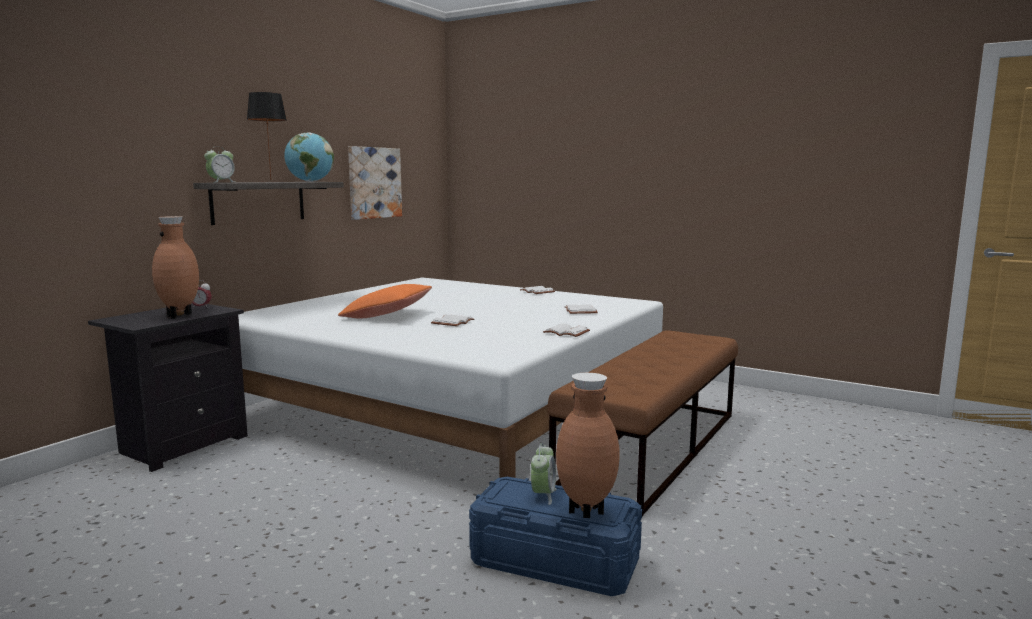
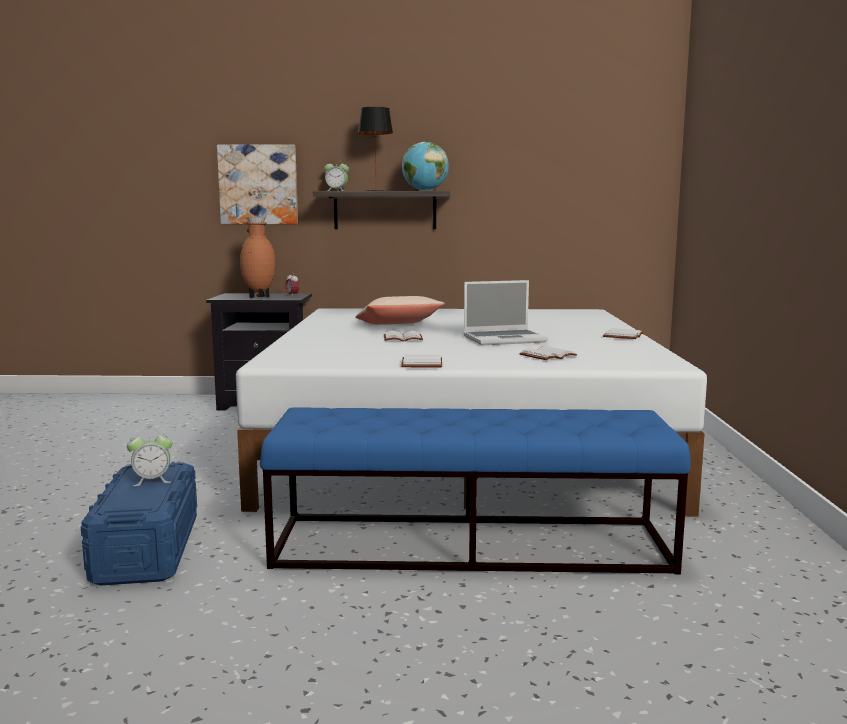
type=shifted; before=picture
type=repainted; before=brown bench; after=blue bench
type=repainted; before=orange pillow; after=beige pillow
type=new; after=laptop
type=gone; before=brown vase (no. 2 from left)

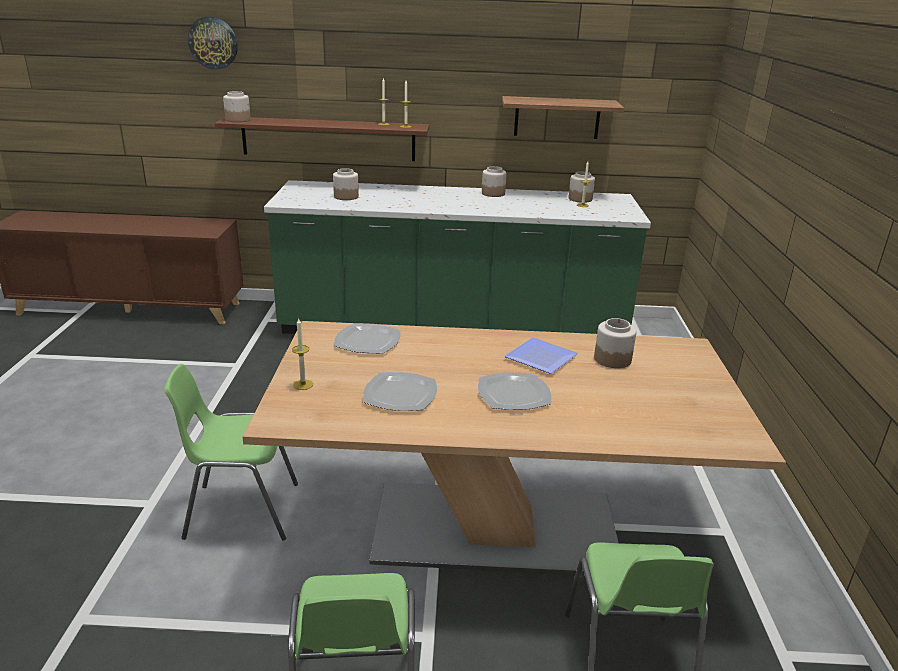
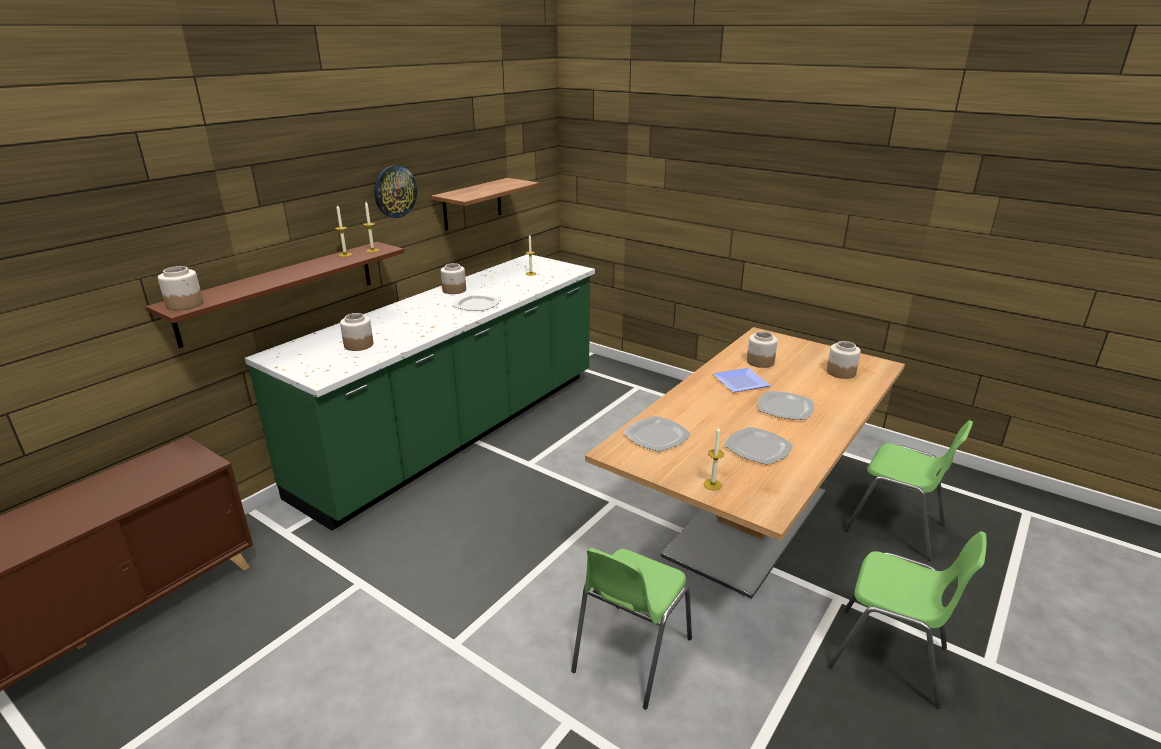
type=shifted; before=wall clock
type=new; after=plate (no. 1 from left)
type=shifted; before=jar (no. 4 from left in the first image); after=jar (no. 5 from left)

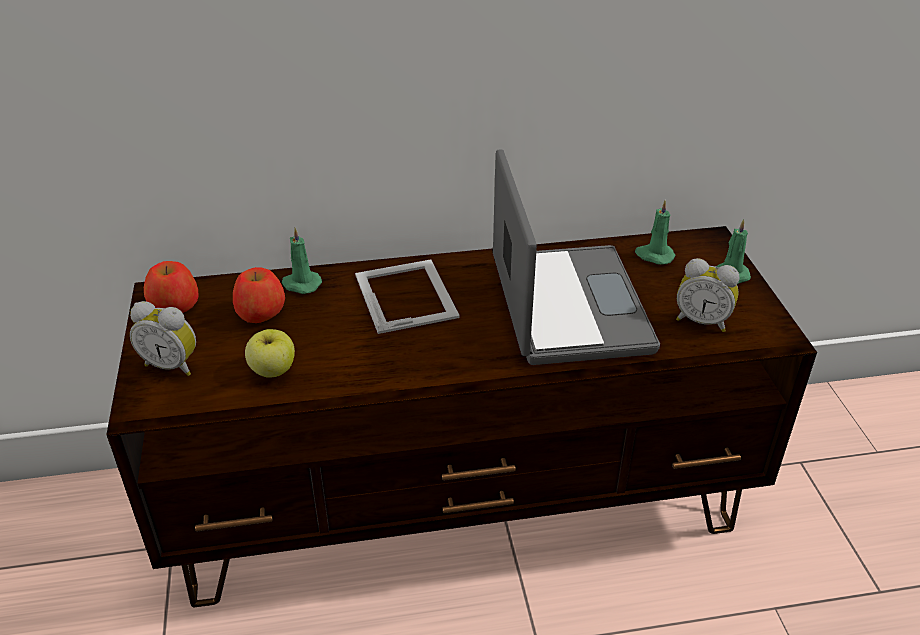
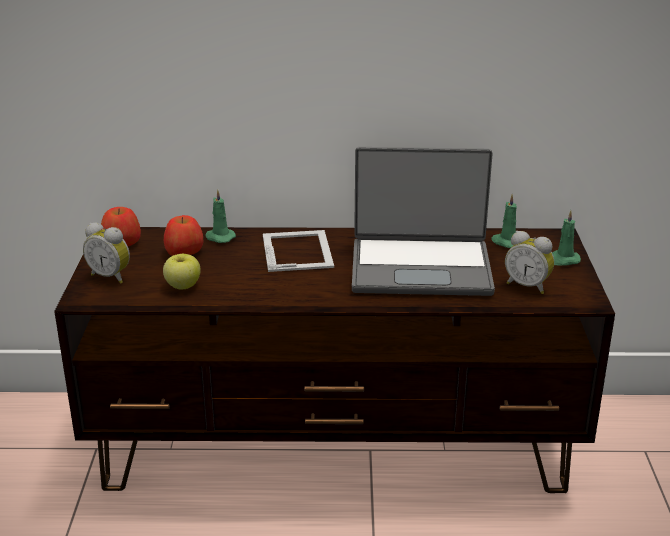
type=rotated; before=laptop; turn=90

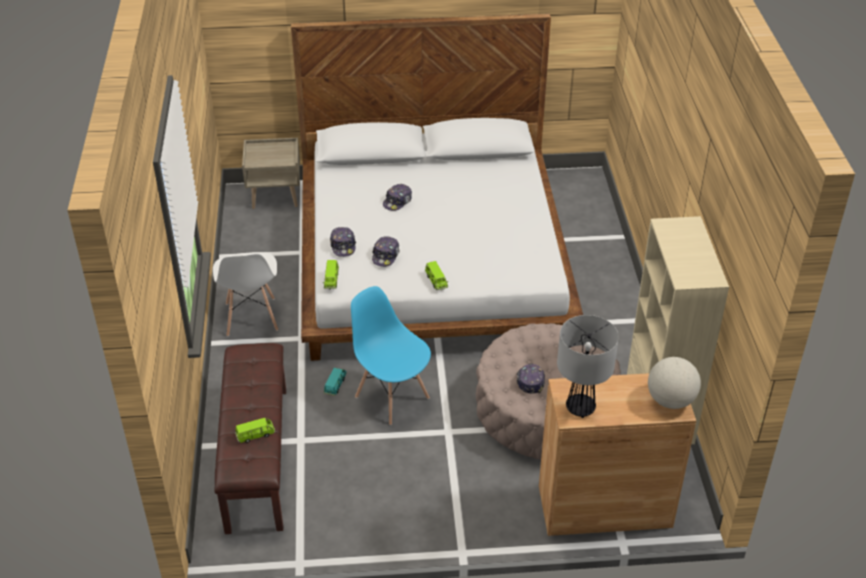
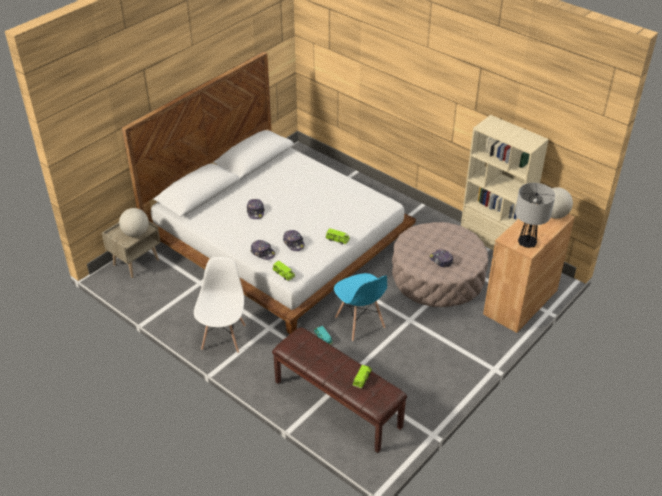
type=new; after=globe (no. 1 from left)
type=rotated; before=white chair; turn=-120
type=rotated; before=blue chair; turn=-120

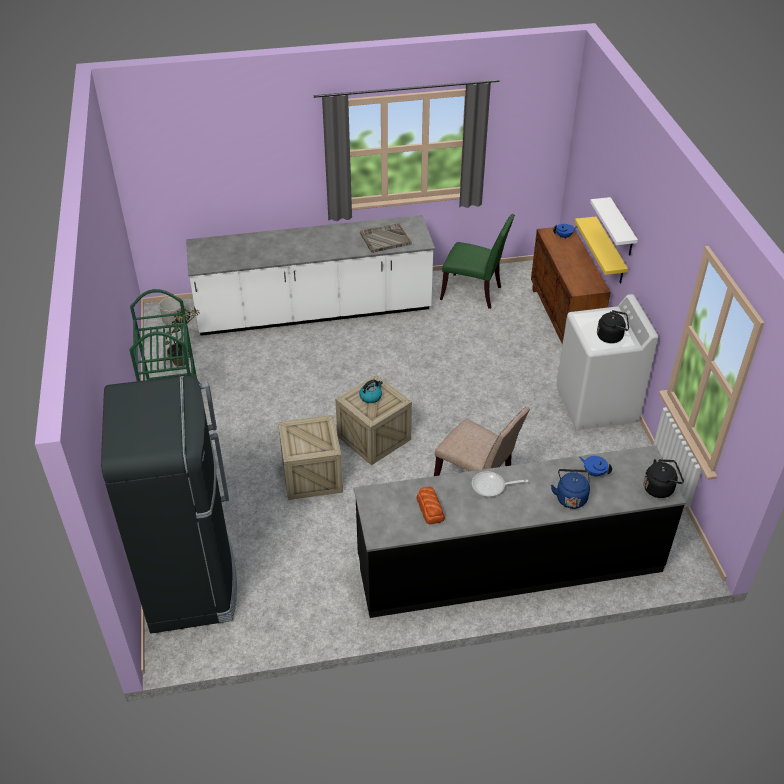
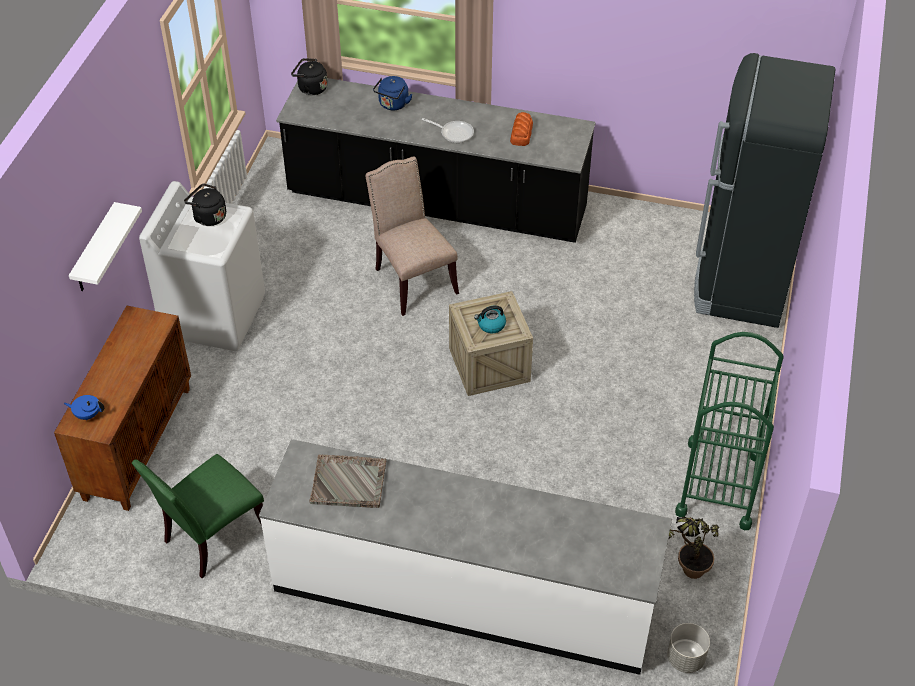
type=rotated; before=green chair; turn=-90
type=gone; before=crate (no. 1 from left)
type=gone; before=yellow shelf
type=gone; before=blue teapot (no. 2 from left)

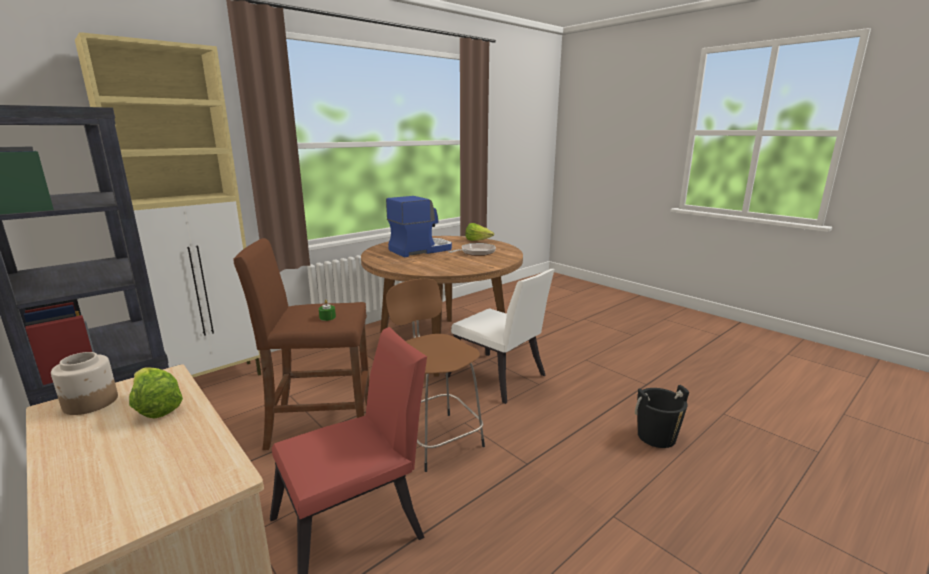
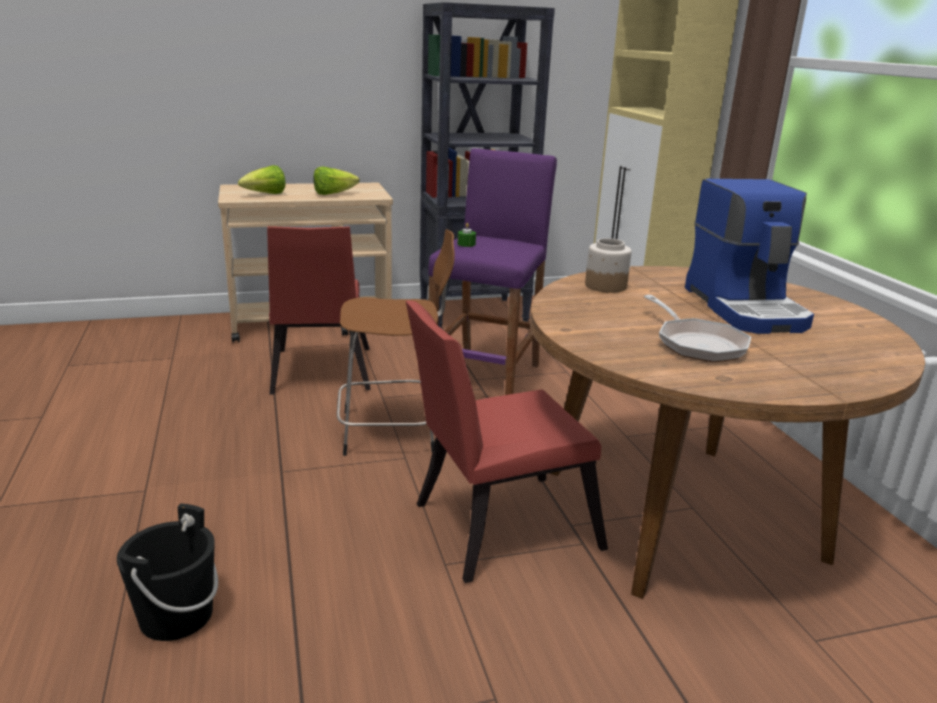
type=shifted; before=lettuce (no. 2 from left in the first image); after=lettuce (no. 1 from left)
type=repainted; before=white chair; after=red chair (no. 2 from left)
type=repainted; before=brown stool (no. 1 from left); after=purple stool
type=shifted; before=jar

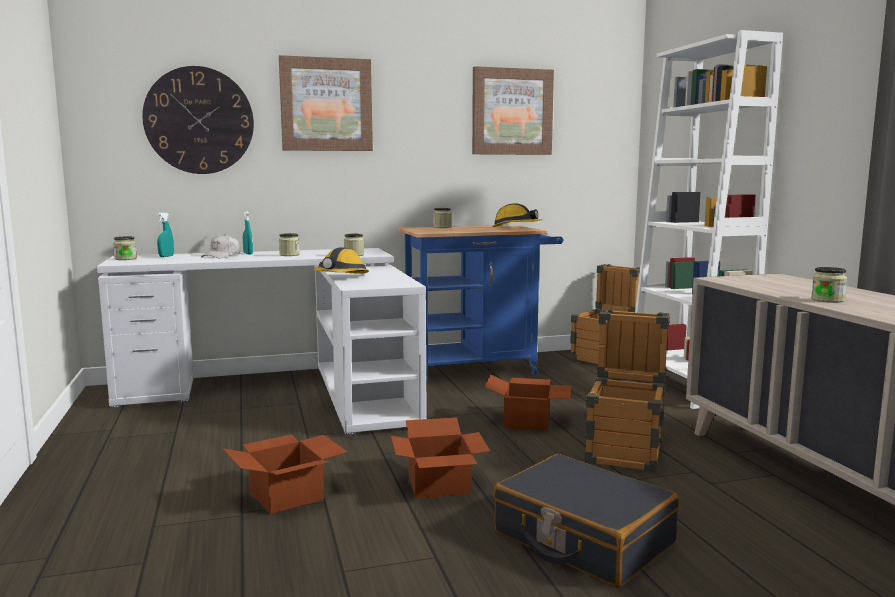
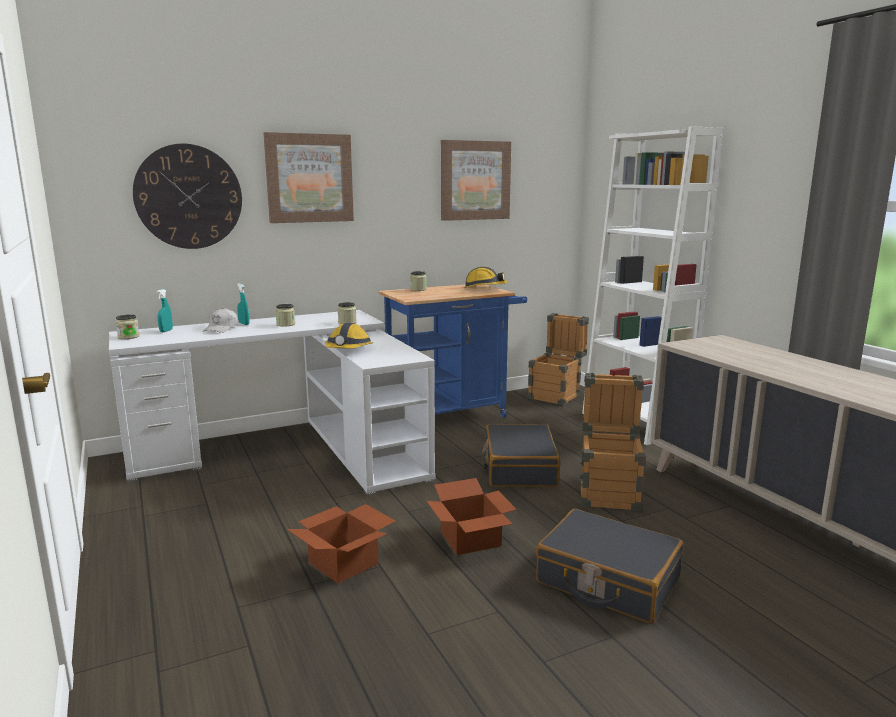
type=swapped; before=cardboard box (no. 3 from left); after=black suitcase (no. 1 from left)
type=gone; before=jar (no. 5 from left)

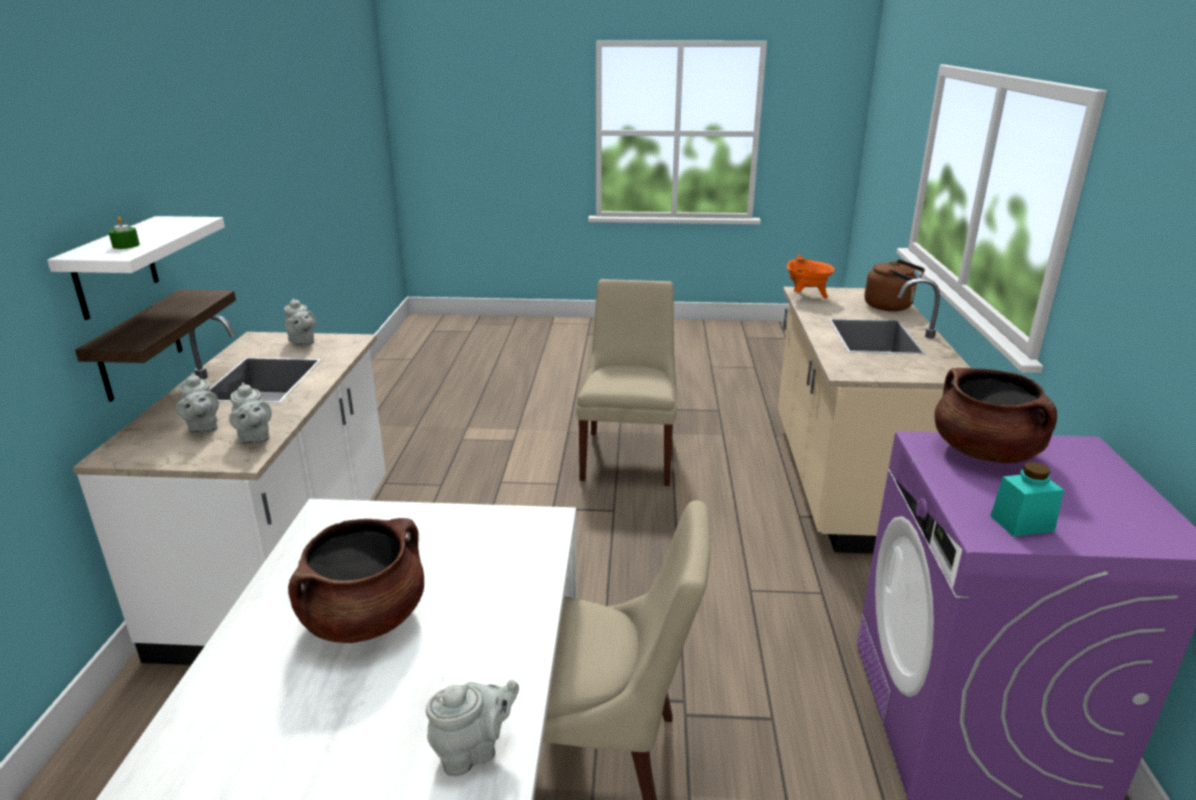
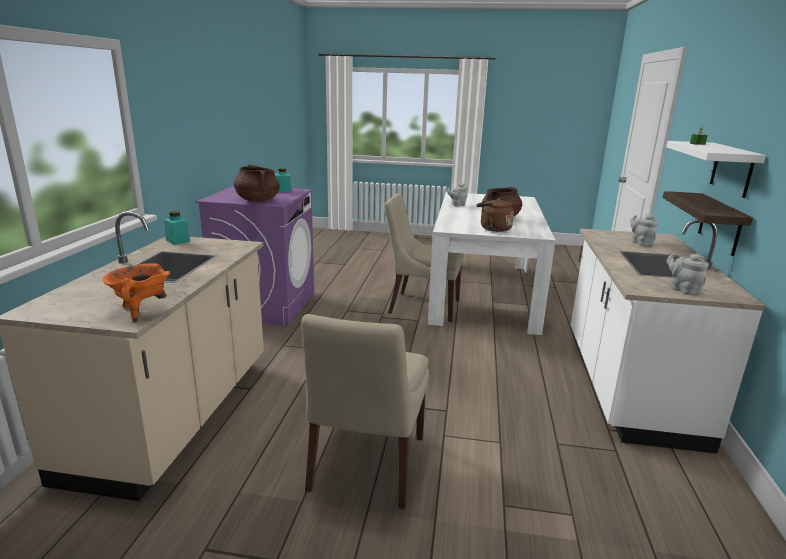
type=new; after=turquoise jar (no. 1 from left)
type=shifted; before=brown kettle
type=gone; before=grey teapot (no. 2 from left)

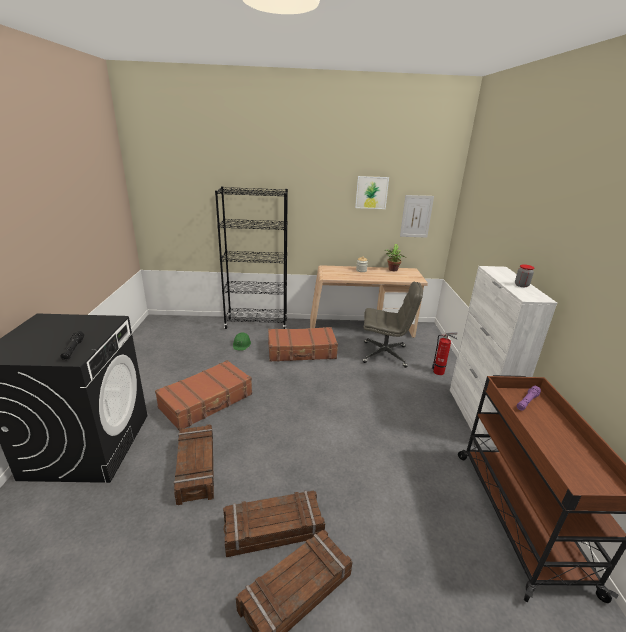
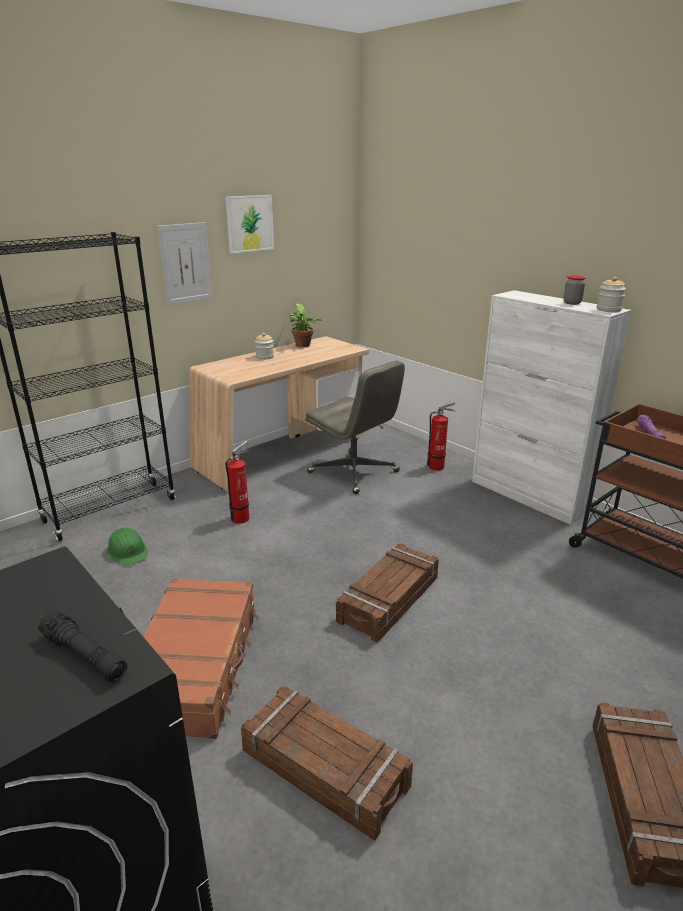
type=shifted; before=picture (no. 2 from left in the first image); after=picture (no. 1 from left)
type=swapped; before=brown suitcase (no. 2 from left); after=fire extinguisher (no. 1 from left)
type=rotated; before=grey office chair; turn=75
type=shifted; before=crate (no. 2 from left)
type=new; after=jar (no. 3 from left)

